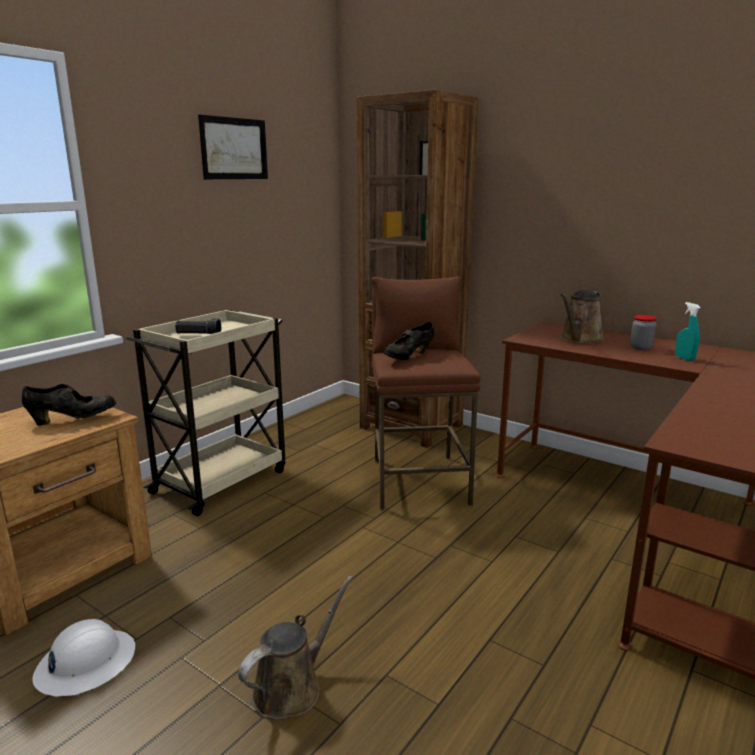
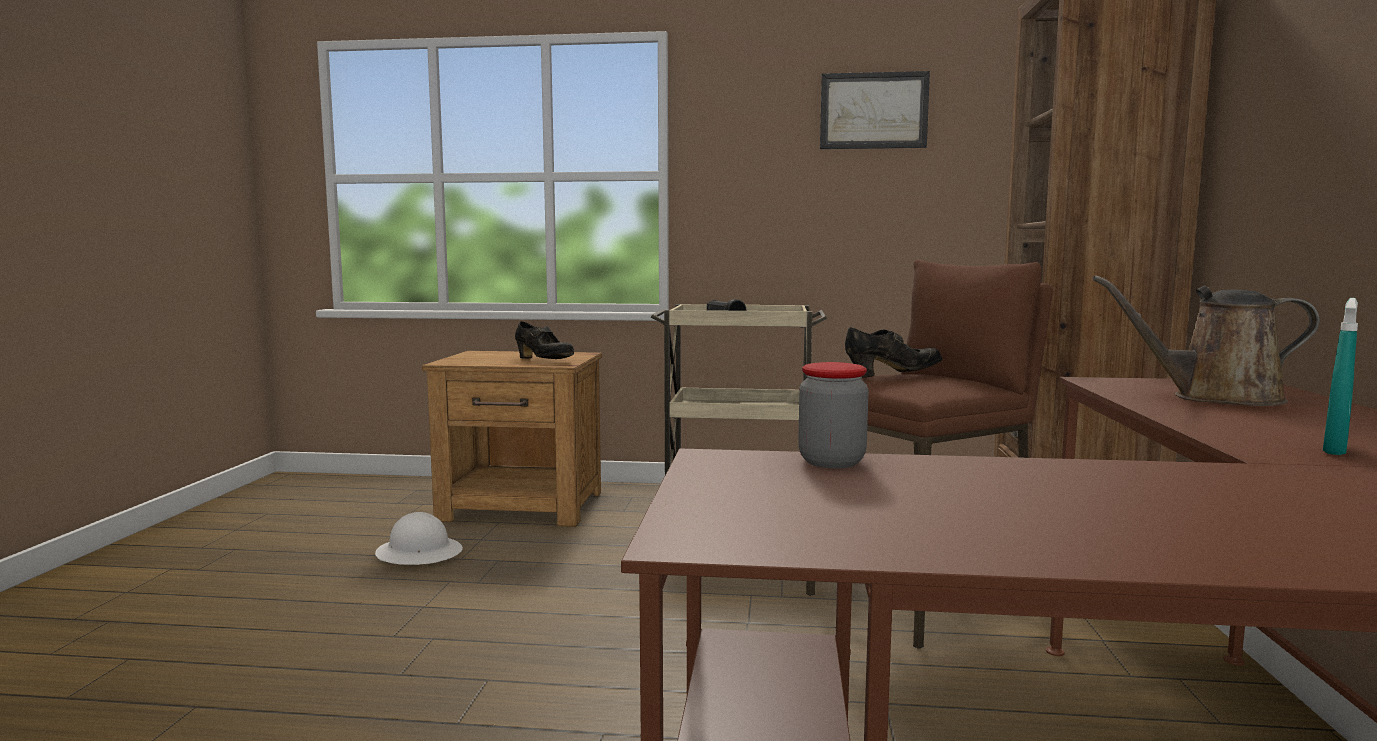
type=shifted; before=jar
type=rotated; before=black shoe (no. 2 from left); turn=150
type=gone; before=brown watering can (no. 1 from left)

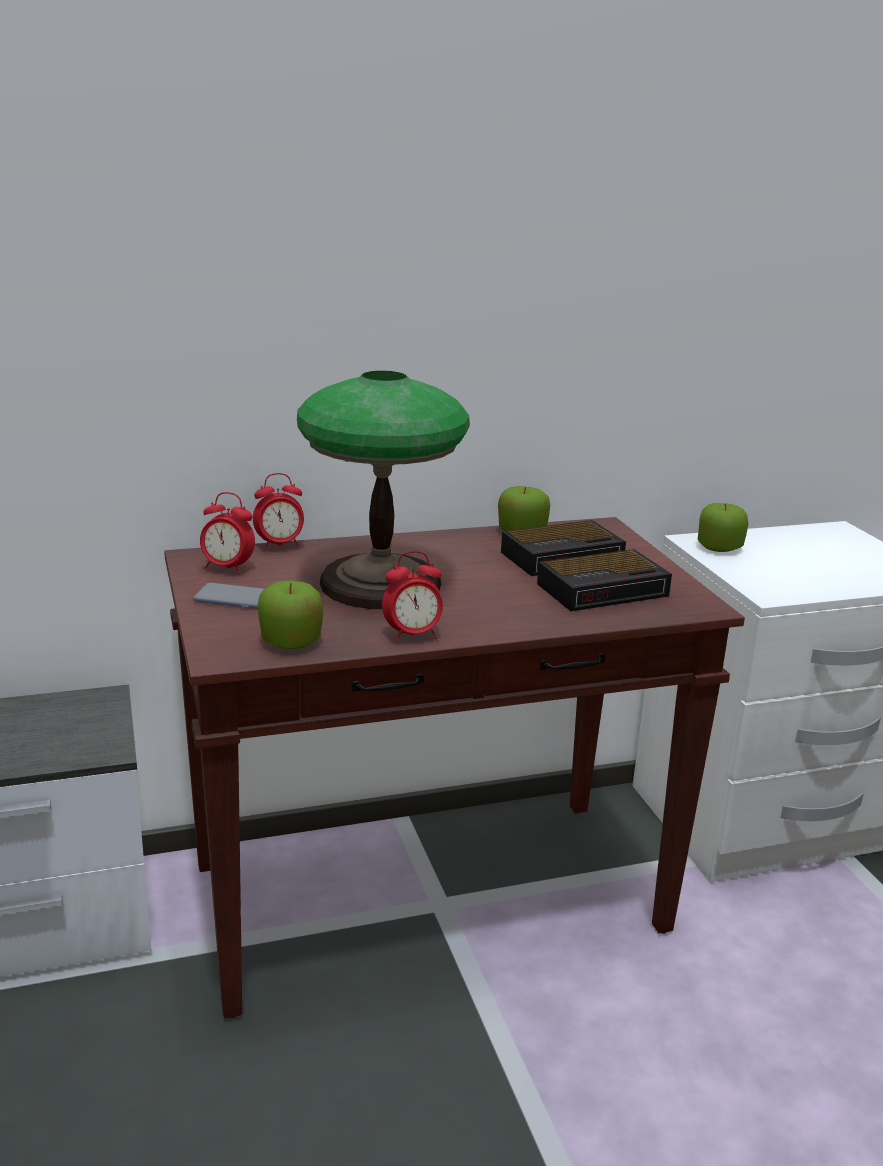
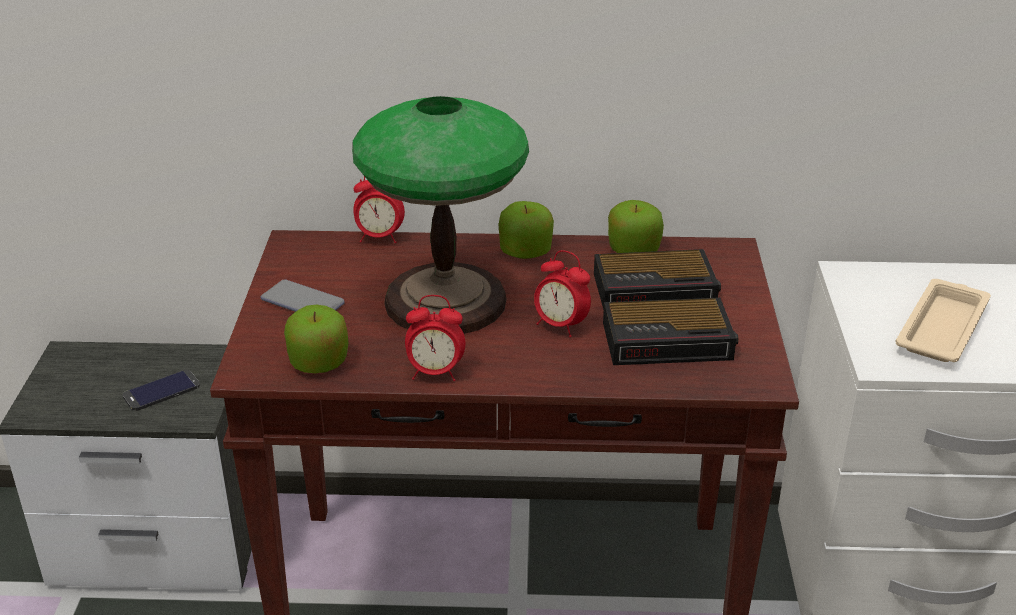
type=new; after=phone (no. 1 from left)
type=shifted; before=apple (no. 3 from left in the first image); after=apple (no. 2 from left)
type=shifted; before=alarm clock (no. 1 from left in the first image); after=alarm clock (no. 3 from left)
type=new; after=beige tray

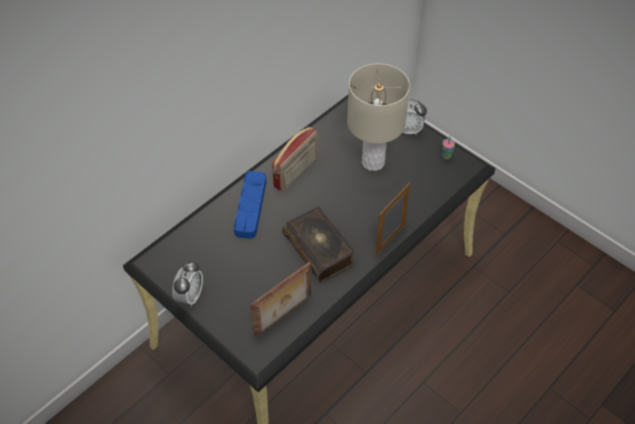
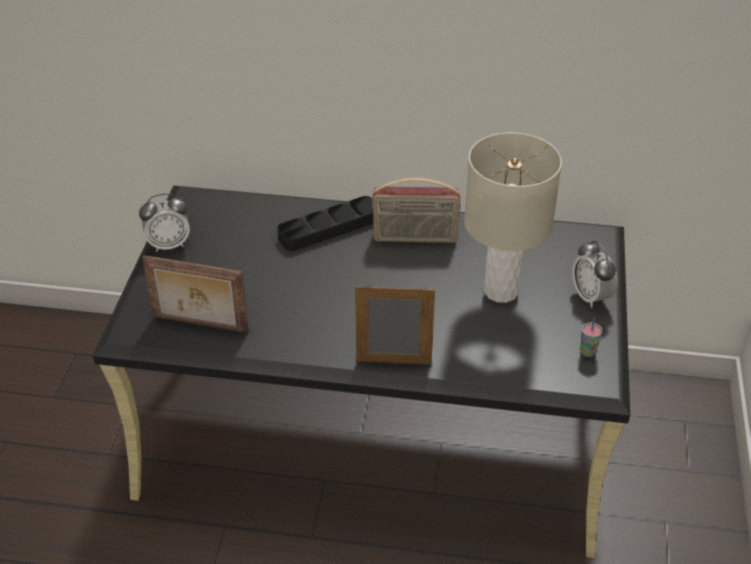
type=repainted; before=blue tray; after=black tray
type=gone; before=book

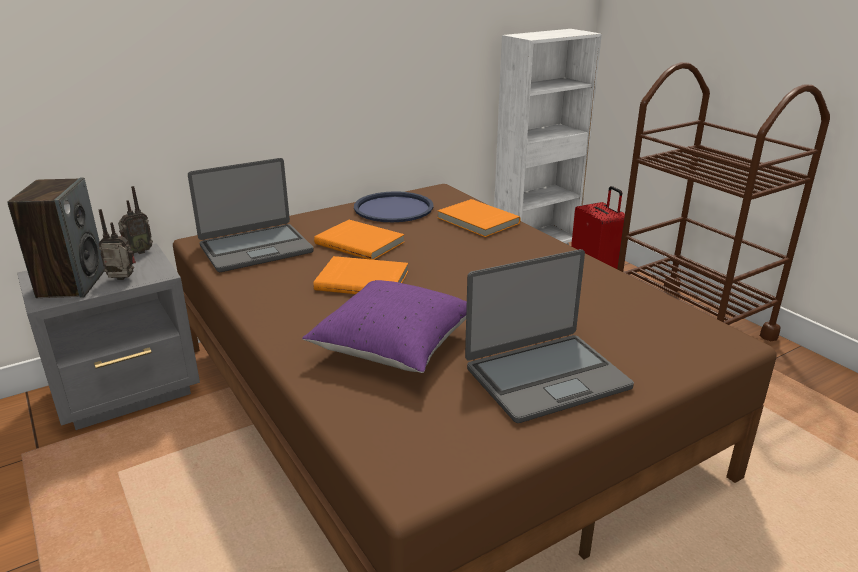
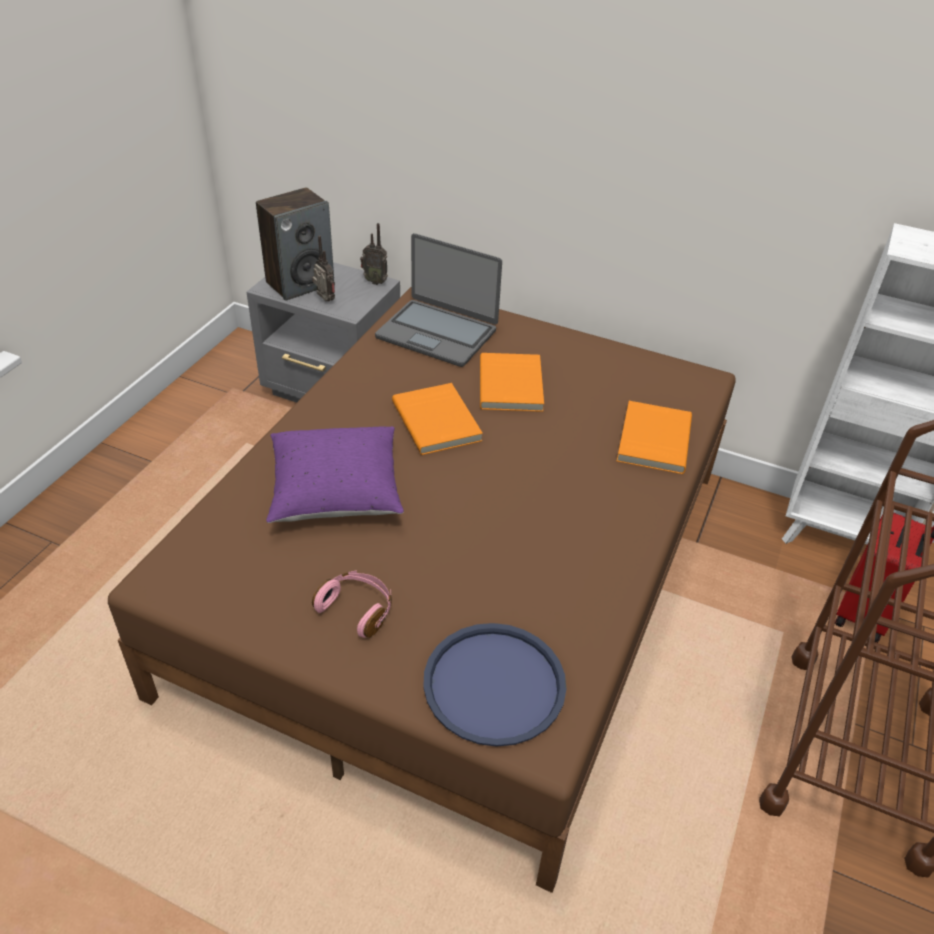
type=swapped; before=laptop (no. 2 from left); after=pink headphones
type=shifted; before=blue tray

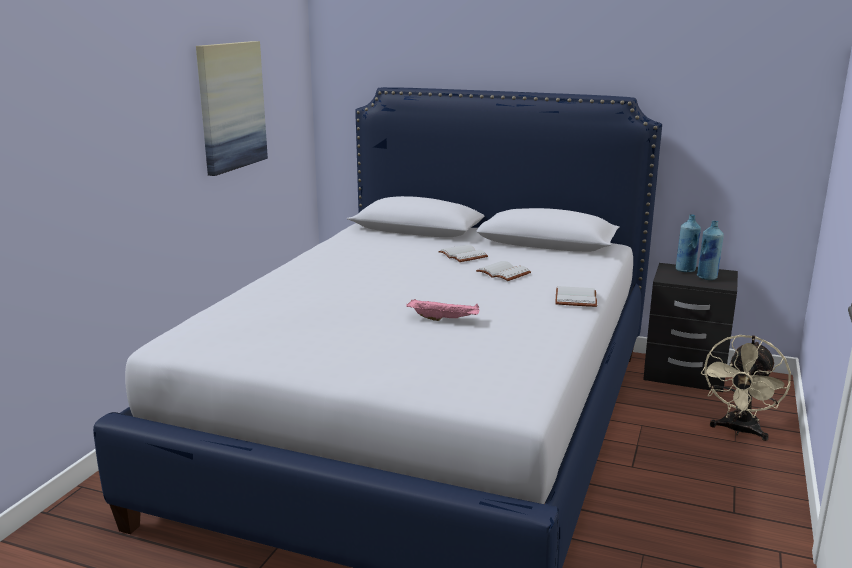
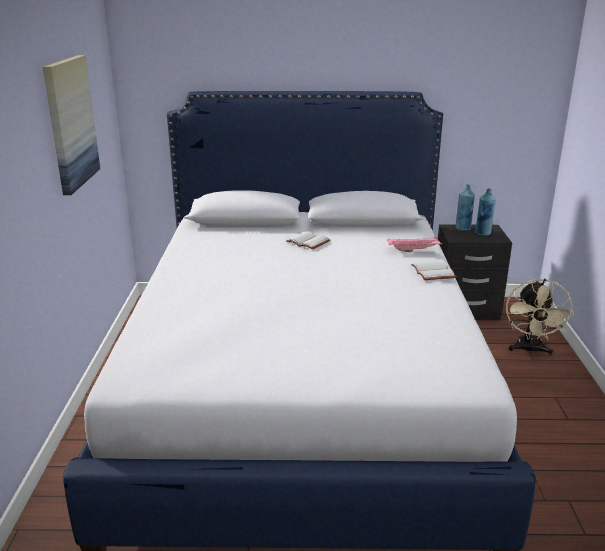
type=shifted; before=pink tray
type=gone; before=white book (no. 2 from left)

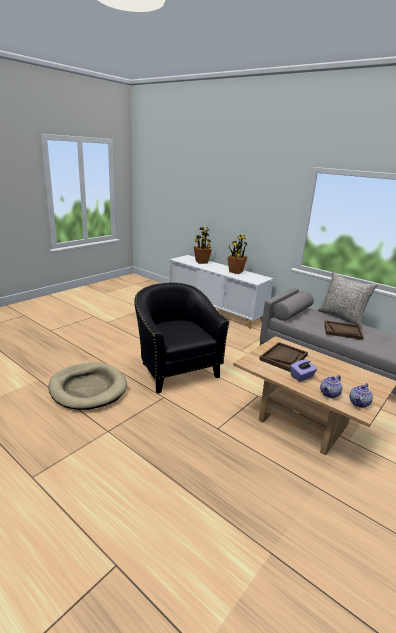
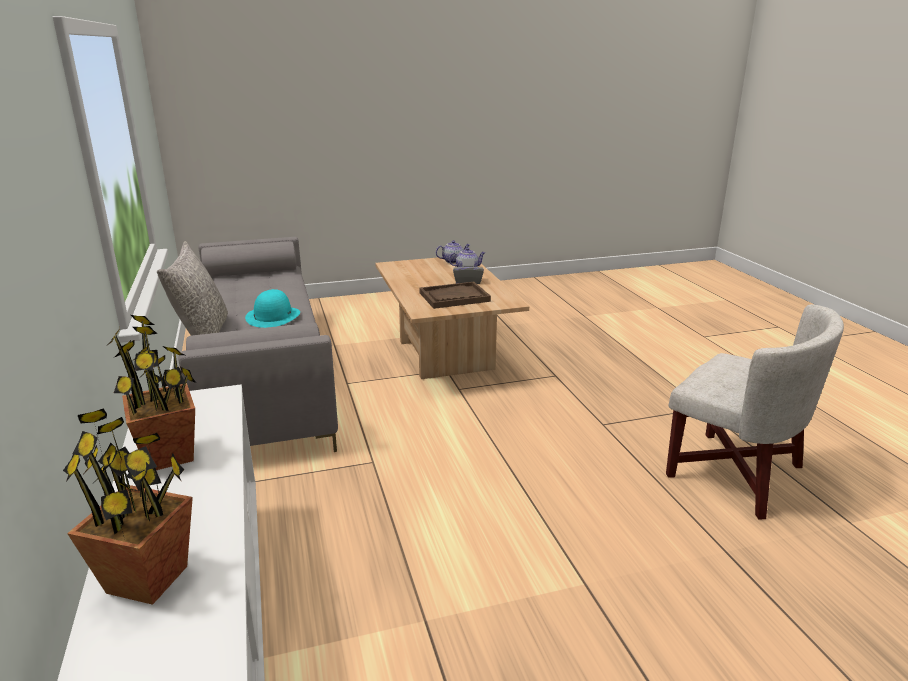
type=swapped; before=brown tray (no. 2 from left); after=turquoise hat
type=repainted; before=purple tissue box; after=grey tissue box
type=swapped; before=beige dog bed; after=white armchair
type=gone; before=black armchair

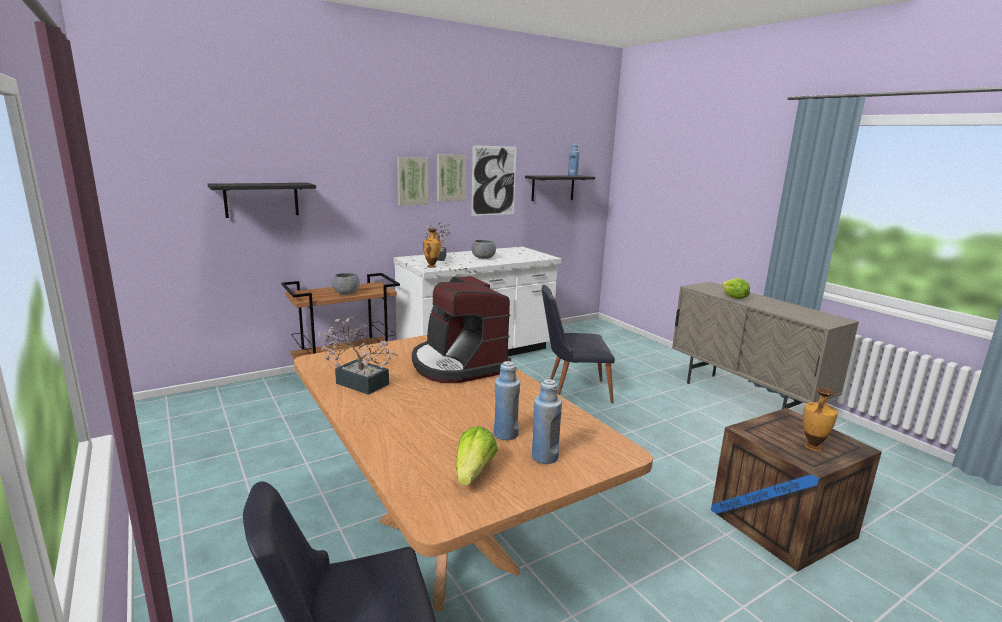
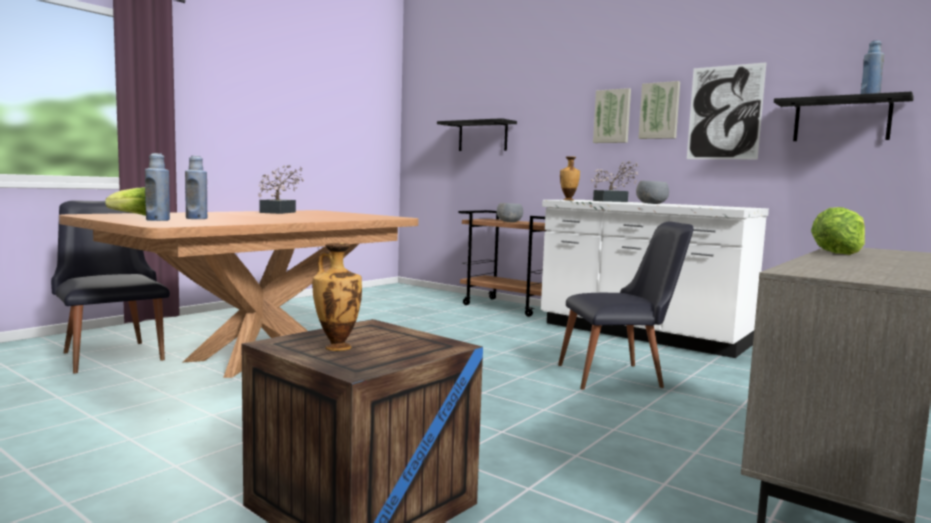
type=rotated; before=black chair (no. 2 from left); turn=105
type=gone; before=coffee machine

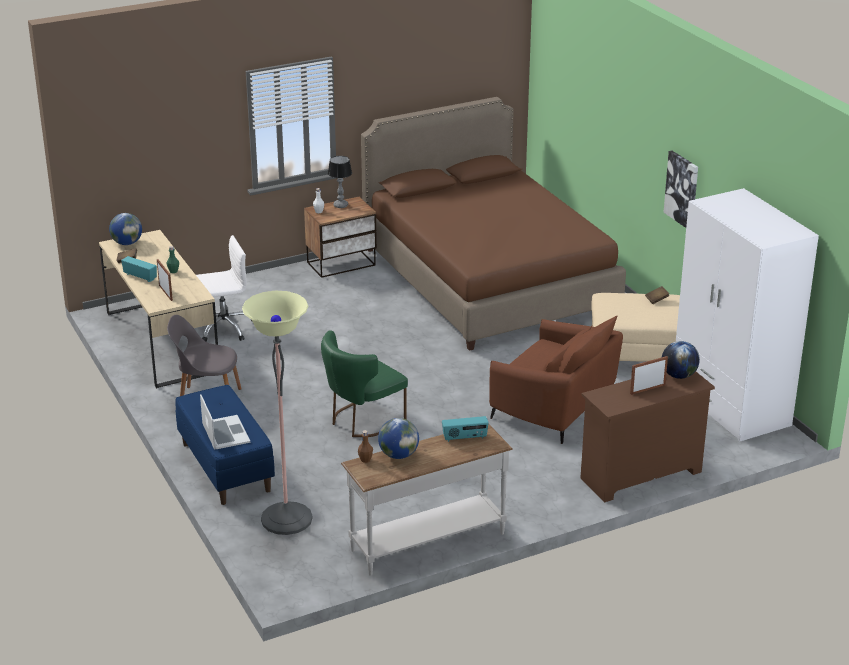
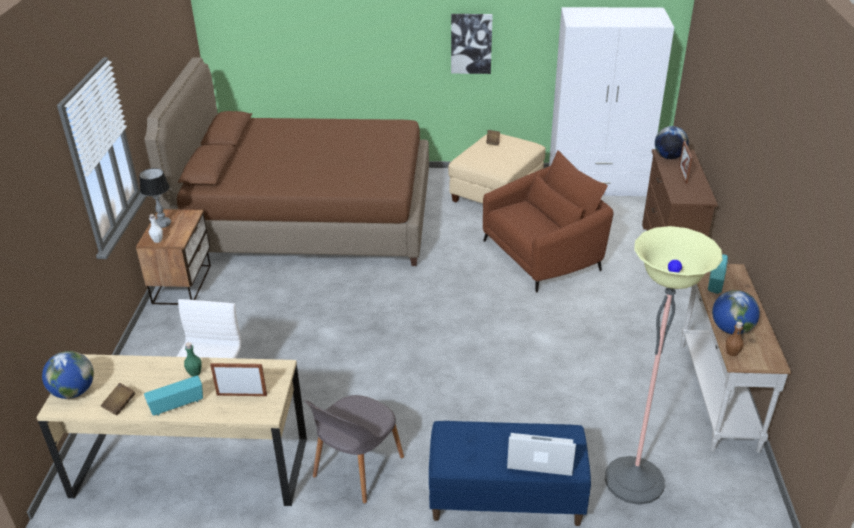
type=gone; before=green chair

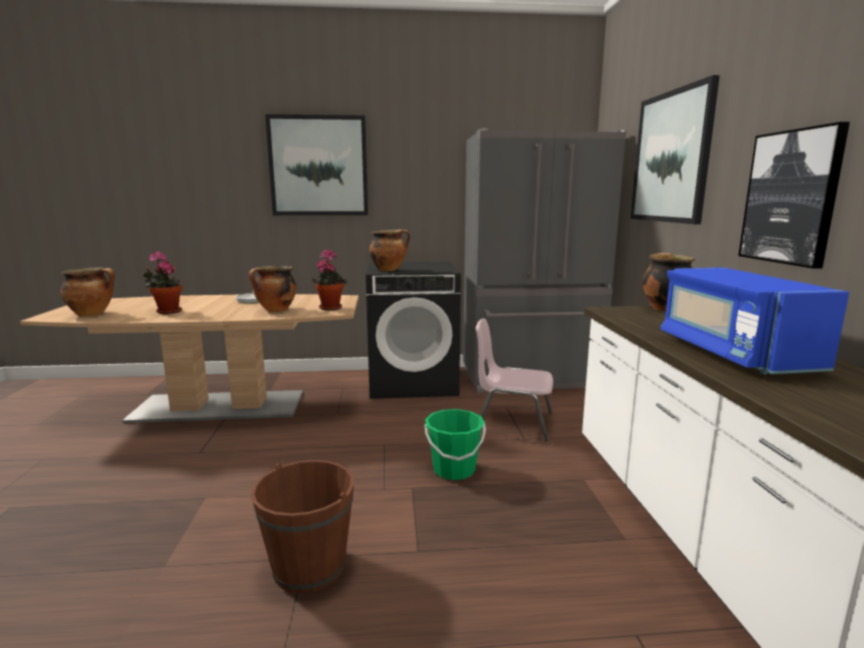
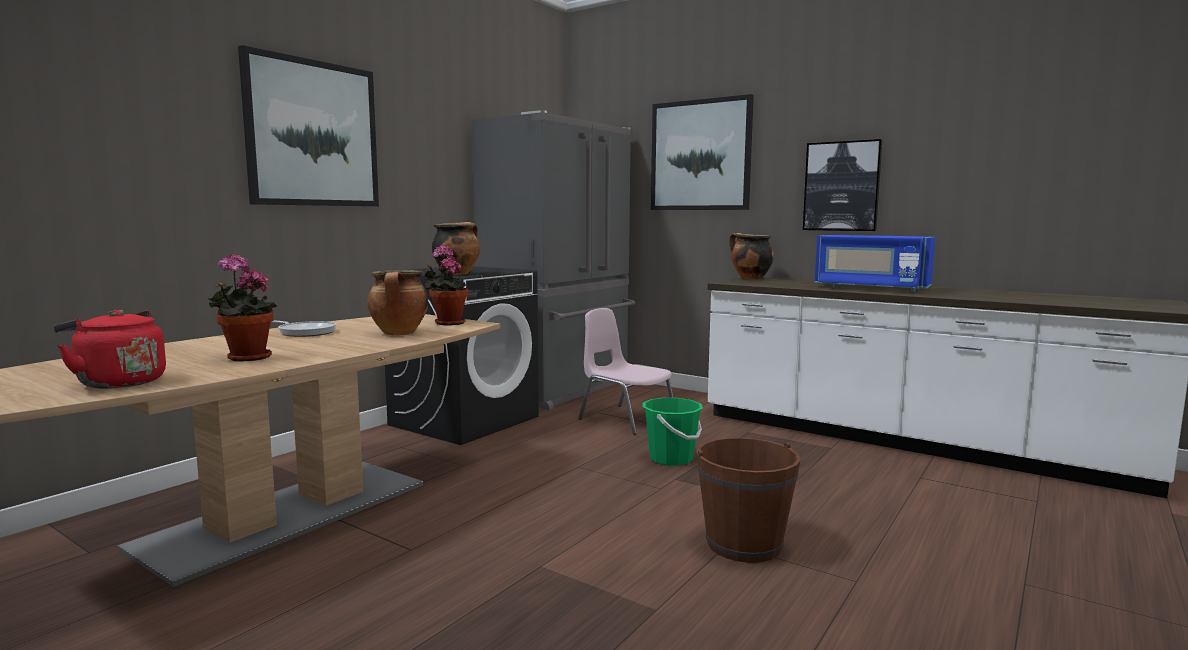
type=swapped; before=cooking pot (no. 1 from left); after=red kettle
type=rotated; before=pink chair; turn=75

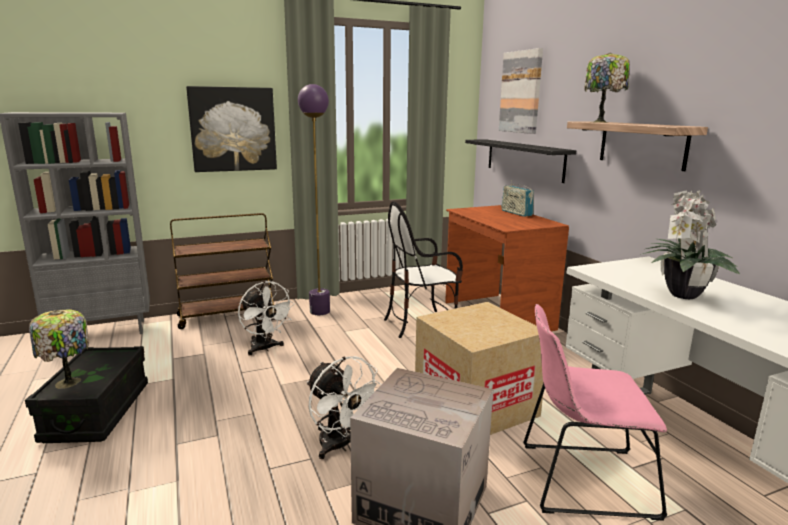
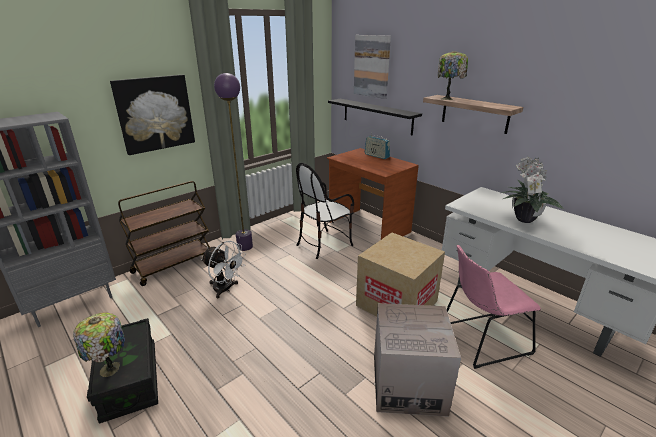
type=gone; before=white fan (no. 2 from left)

